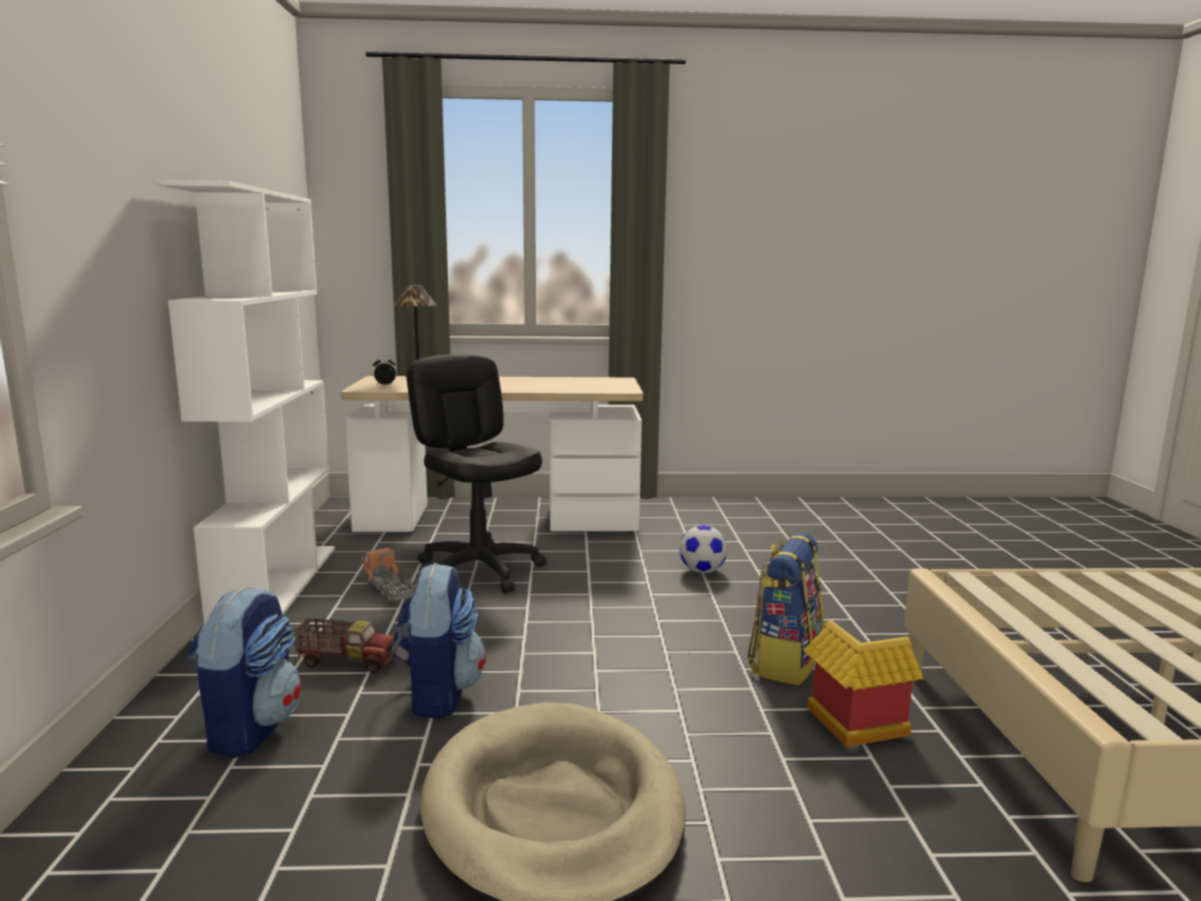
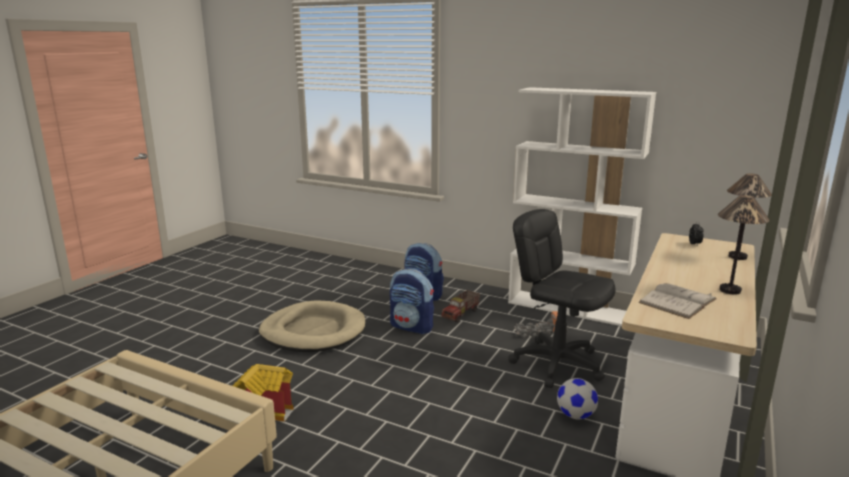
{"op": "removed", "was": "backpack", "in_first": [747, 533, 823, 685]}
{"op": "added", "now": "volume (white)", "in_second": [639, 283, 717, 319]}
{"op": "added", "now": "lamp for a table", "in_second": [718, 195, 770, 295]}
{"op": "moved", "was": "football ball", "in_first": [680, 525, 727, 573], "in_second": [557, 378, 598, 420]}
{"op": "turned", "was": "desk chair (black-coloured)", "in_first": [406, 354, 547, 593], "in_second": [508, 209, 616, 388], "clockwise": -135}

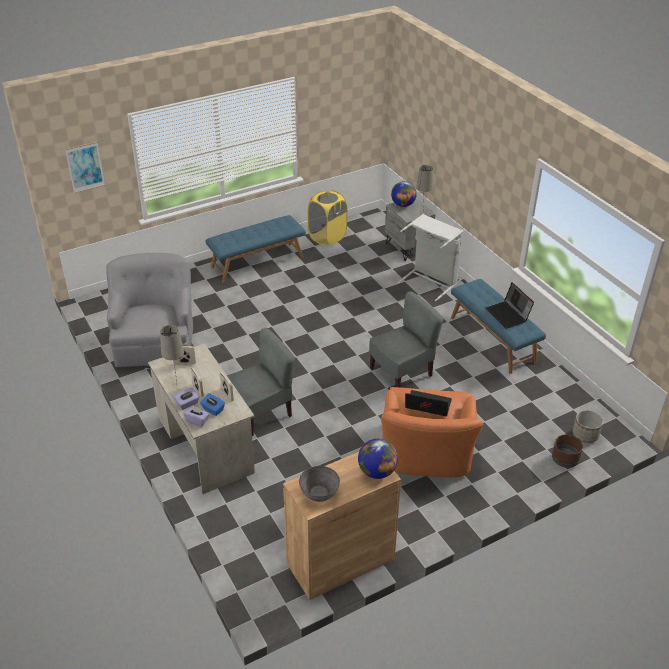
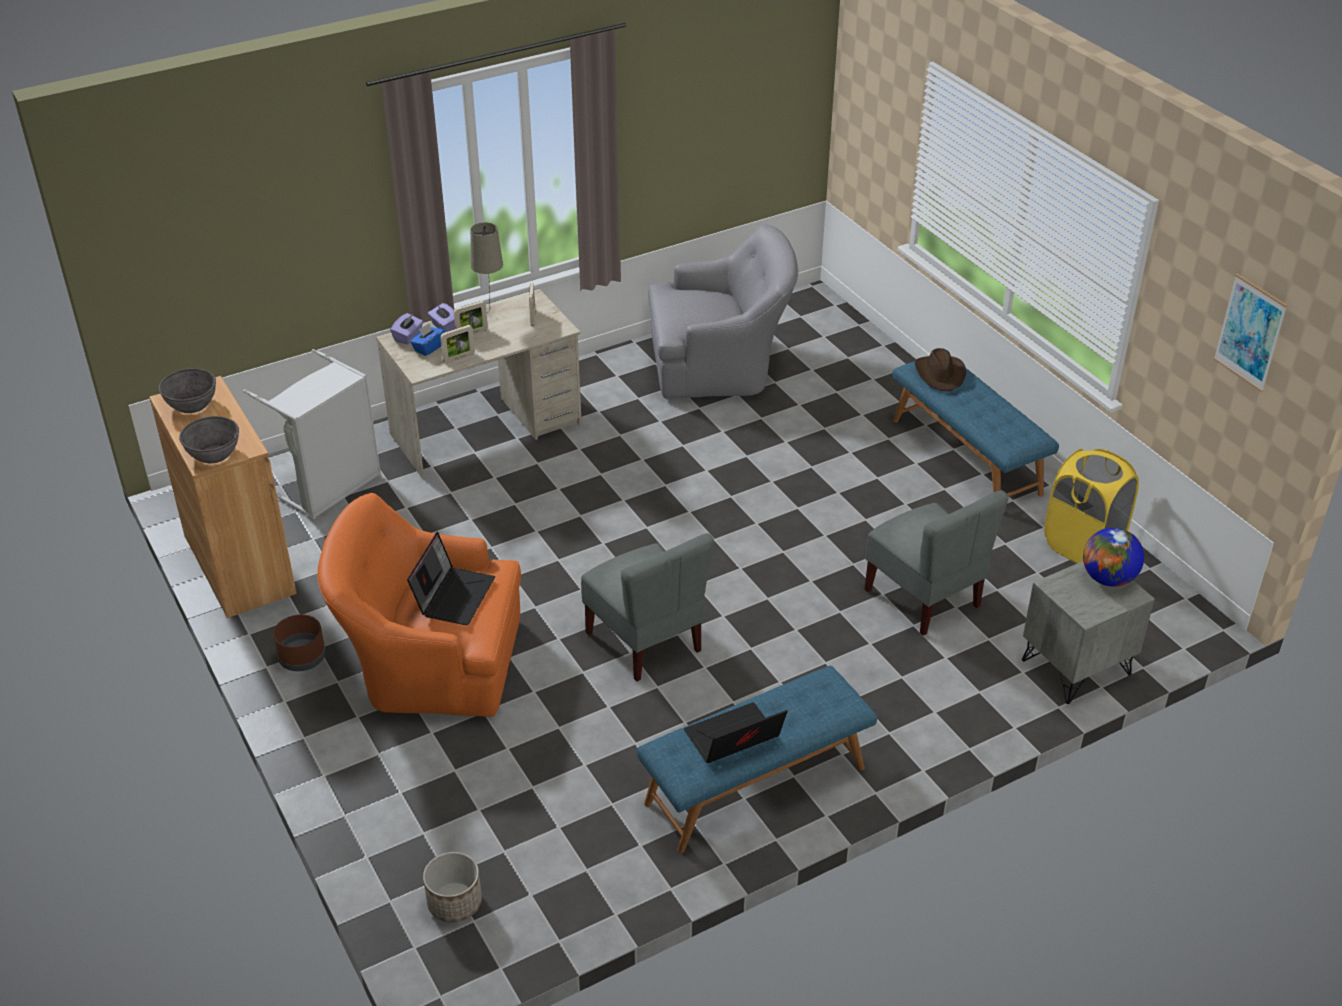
{"op": "removed", "was": "lamp for a table (beige)", "in_first": [416, 165, 433, 214]}
{"op": "added", "now": "clothing hat (brown)", "in_second": [915, 348, 966, 391]}
{"op": "moved", "was": "wall picture", "in_first": [65, 142, 105, 193], "in_second": [1213, 274, 1288, 392]}
{"op": "moved", "was": "chair (greyish)", "in_first": [227, 328, 295, 436], "in_second": [865, 490, 1009, 635]}
{"op": "moved", "was": "washing basket (greyish)", "in_first": [397, 214, 464, 301], "in_second": [243, 349, 381, 519]}
{"op": "moved", "was": "flower pot (brown)", "in_first": [552, 434, 583, 468], "in_second": [273, 614, 326, 671]}
{"op": "replaced", "was": "desk globe", "now": "serving bowl (greyish)", "in_first": [358, 439, 398, 479], "in_second": [179, 416, 239, 463]}

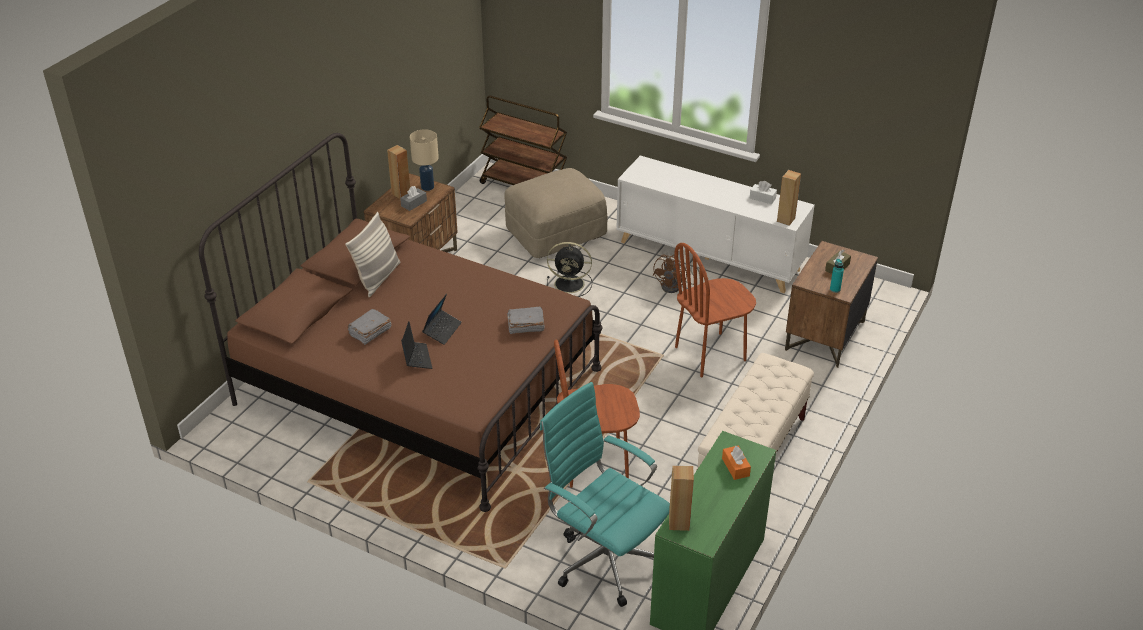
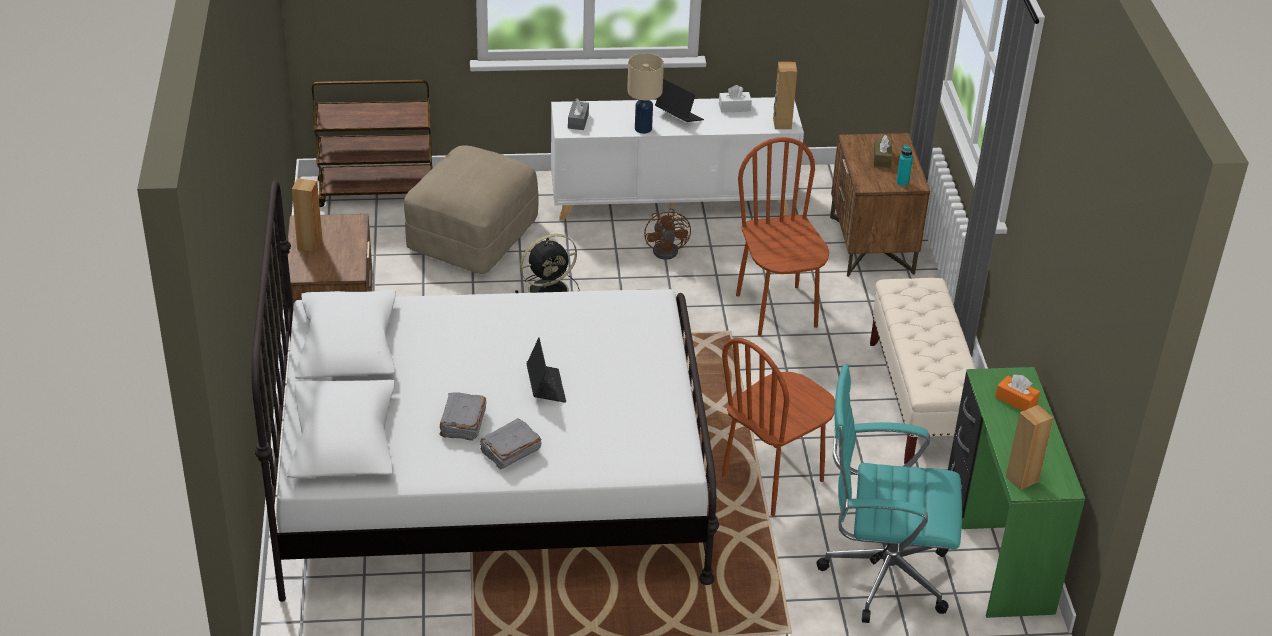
{"op": "removed", "was": "cushion", "in_first": [345, 212, 400, 298]}
{"op": "moved", "was": "tissue box (greyish)", "in_first": [400, 186, 427, 211], "in_second": [568, 98, 589, 130]}
{"op": "moved", "was": "notebook computer", "in_first": [401, 321, 432, 369], "in_second": [655, 79, 704, 122]}
{"op": "moved", "was": "lamp for a table (beige)", "in_first": [410, 129, 439, 191], "in_second": [627, 53, 664, 134]}
{"op": "moved", "was": "volume (greyish)", "in_first": [507, 307, 545, 334], "in_second": [480, 418, 542, 470]}
{"op": "recoloured", "was": "bedroom bed (brown)", "now": "bedroom bed (white)", "in_first": [199, 133, 603, 512], "in_second": [251, 180, 719, 602]}
{"op": "turned", "was": "chair (brown)", "in_first": [674, 243, 756, 378], "in_second": [736, 137, 829, 336], "clockwise": 135}

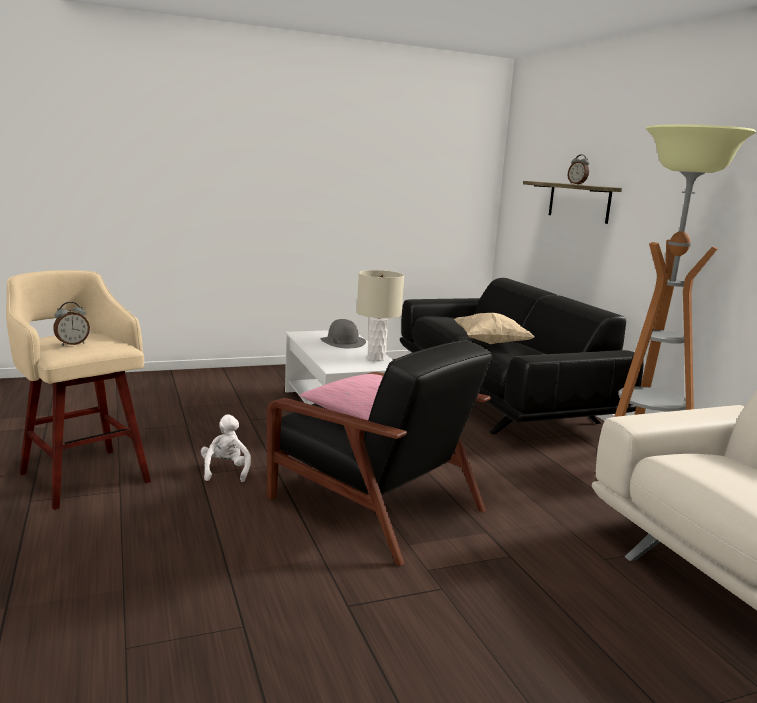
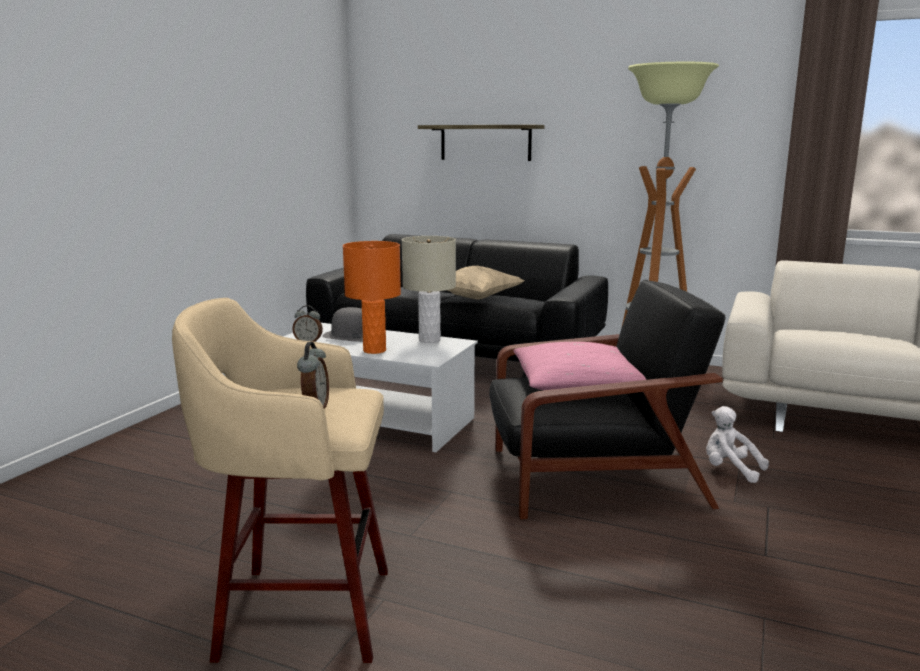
{"op": "added", "now": "lamp for a table (orange)", "in_second": [343, 241, 401, 354]}
{"op": "moved", "was": "plush toy (white)", "in_first": [201, 414, 251, 482], "in_second": [706, 406, 769, 483]}
{"op": "moved", "was": "table clock", "in_first": [568, 154, 589, 185], "in_second": [292, 305, 323, 342]}

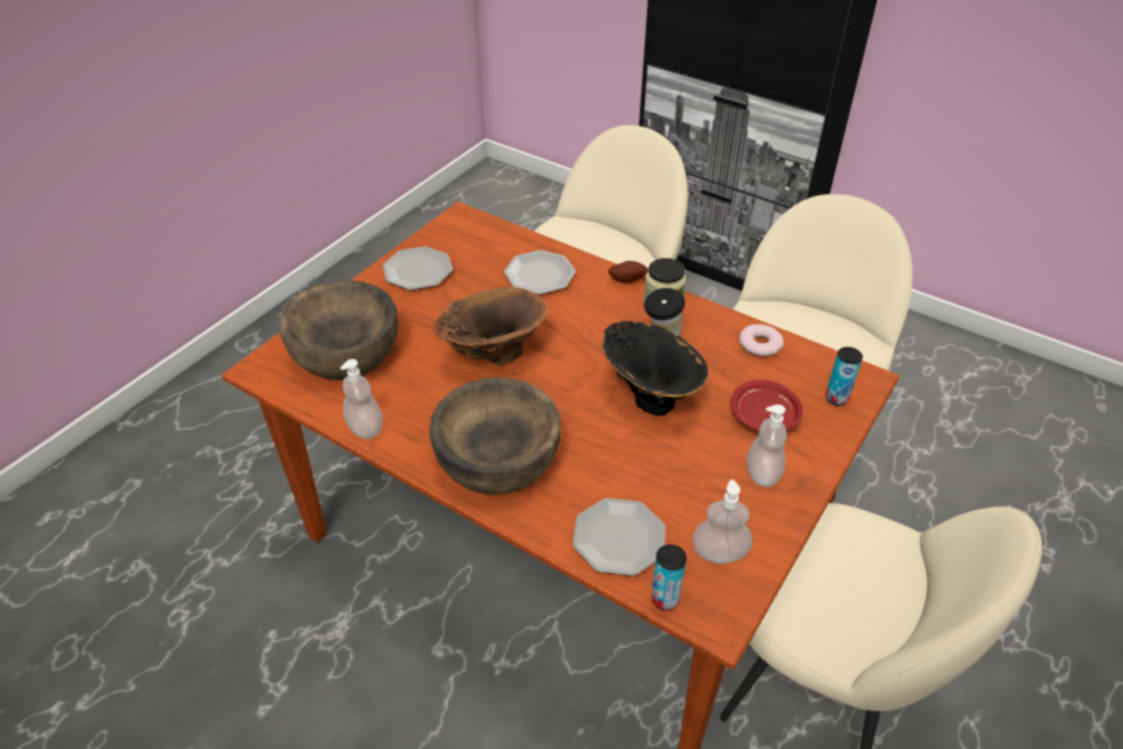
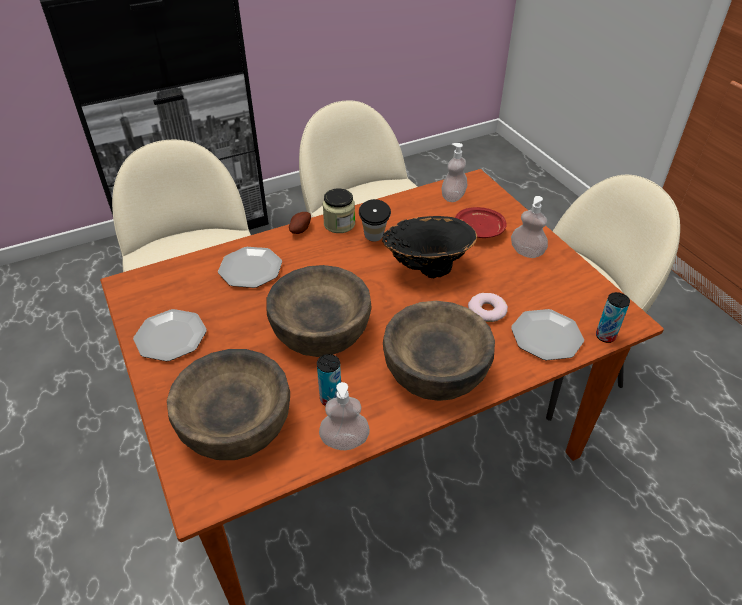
{"op": "moved", "was": "soap dispenser", "in_first": [692, 480, 752, 564], "in_second": [441, 143, 467, 202]}
{"op": "moved", "was": "donut", "in_first": [739, 324, 784, 356], "in_second": [468, 293, 508, 322]}
{"op": "moved", "was": "can", "in_first": [826, 347, 863, 406], "in_second": [317, 354, 341, 406]}
{"op": "replaced", "was": "vase (brown)", "now": "serving bowl (brown)", "in_first": [434, 287, 547, 365], "in_second": [267, 265, 371, 357]}

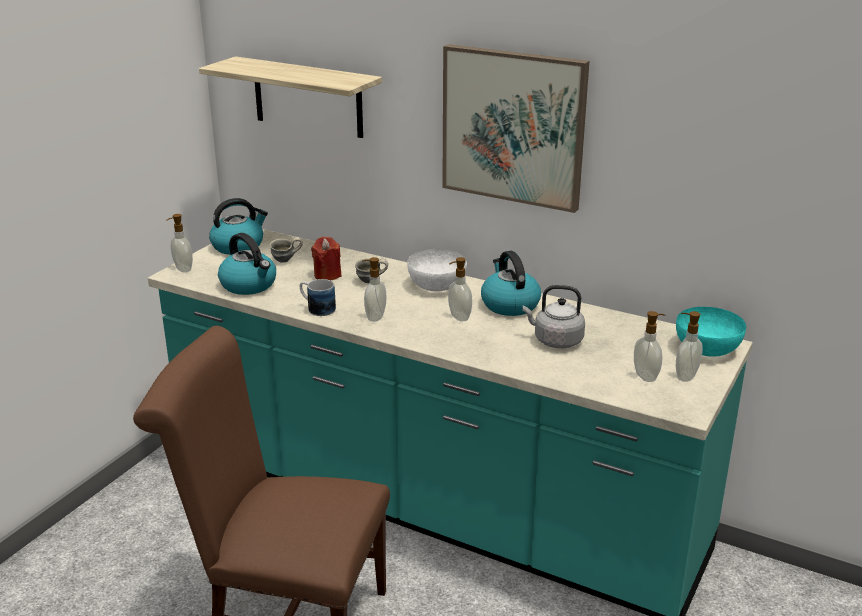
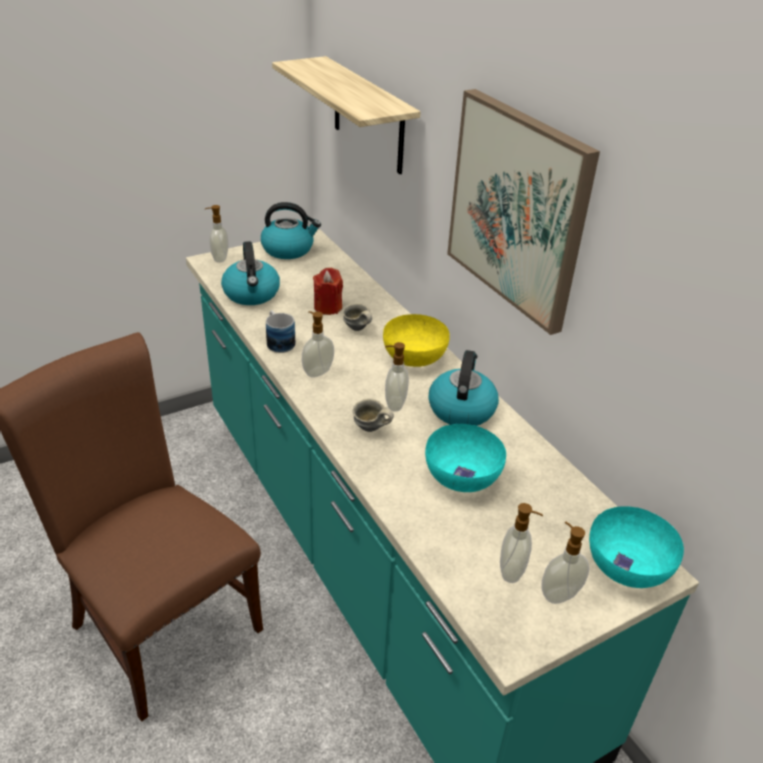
{"op": "moved", "was": "mug (greyish)", "in_first": [269, 237, 303, 262], "in_second": [353, 398, 394, 432]}
{"op": "replaced", "was": "water kettle (greyish)", "now": "serving bowl (blue-green)", "in_first": [523, 285, 585, 348], "in_second": [425, 424, 506, 492]}
{"op": "recoloured", "was": "serving bowl (white)", "now": "serving bowl (yellow)", "in_first": [408, 249, 467, 291], "in_second": [383, 314, 450, 367]}

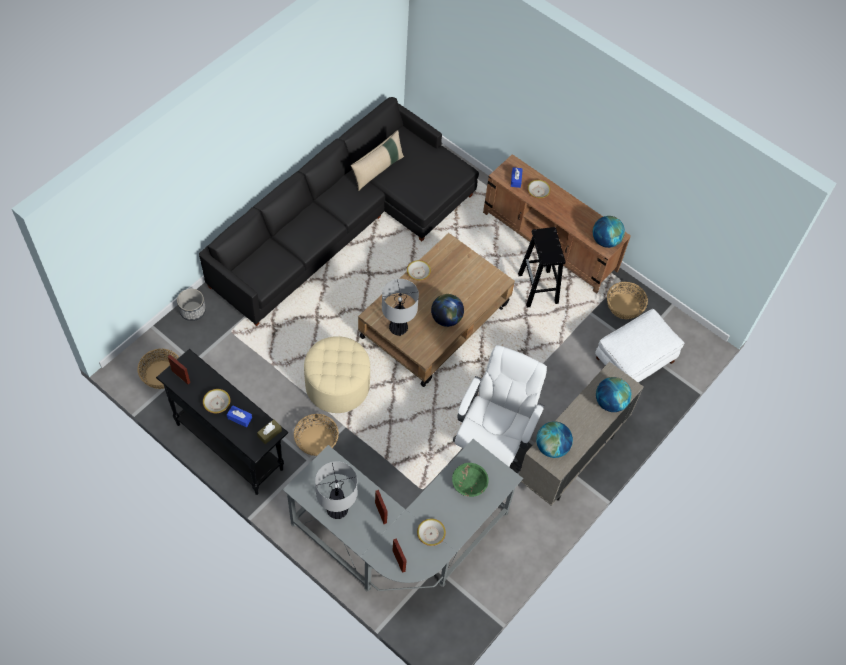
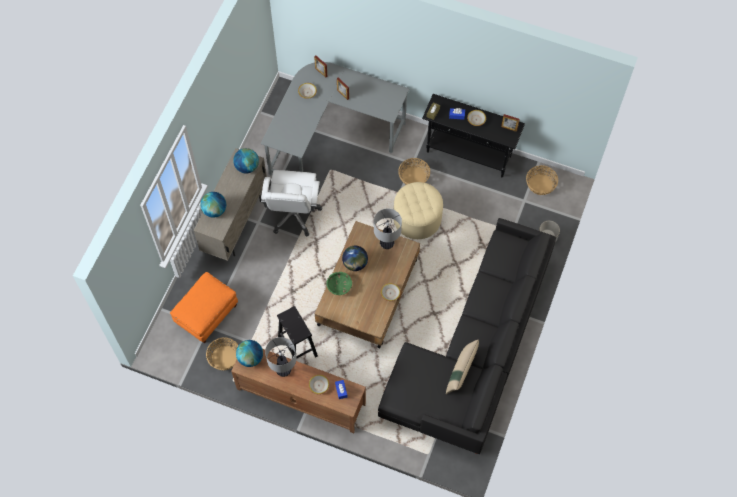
{"op": "moved", "was": "lamp for a table", "in_first": [315, 461, 357, 519], "in_second": [265, 337, 296, 377]}
{"op": "moved", "was": "serving bowl (green)", "in_first": [452, 463, 489, 497], "in_second": [326, 272, 352, 295]}
{"op": "recoloured", "was": "footrest (white)", "now": "footrest (orange)", "in_first": [595, 309, 685, 382], "in_second": [170, 272, 238, 343]}

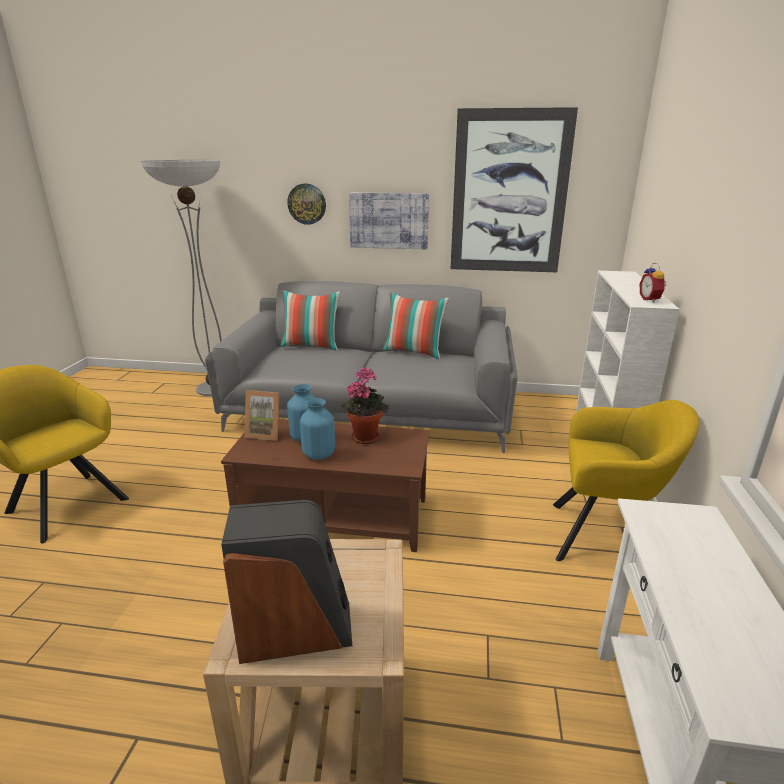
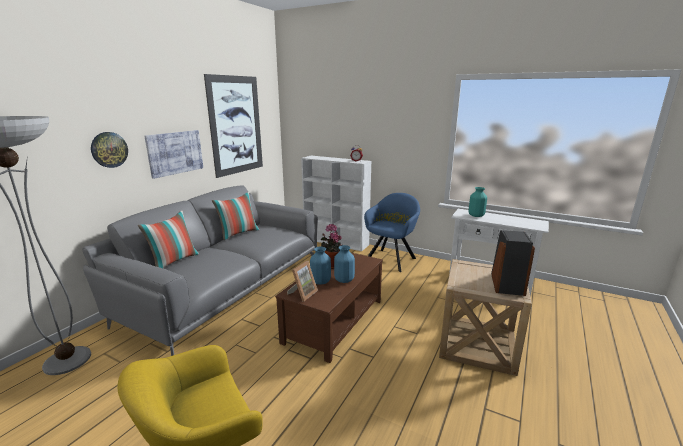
{"op": "added", "now": "vase (blue-green)", "in_second": [468, 187, 487, 217]}
{"op": "recoloured", "was": "armchair (yellow)", "now": "armchair (blue-coloured)", "in_first": [553, 400, 699, 561], "in_second": [364, 193, 420, 272]}

